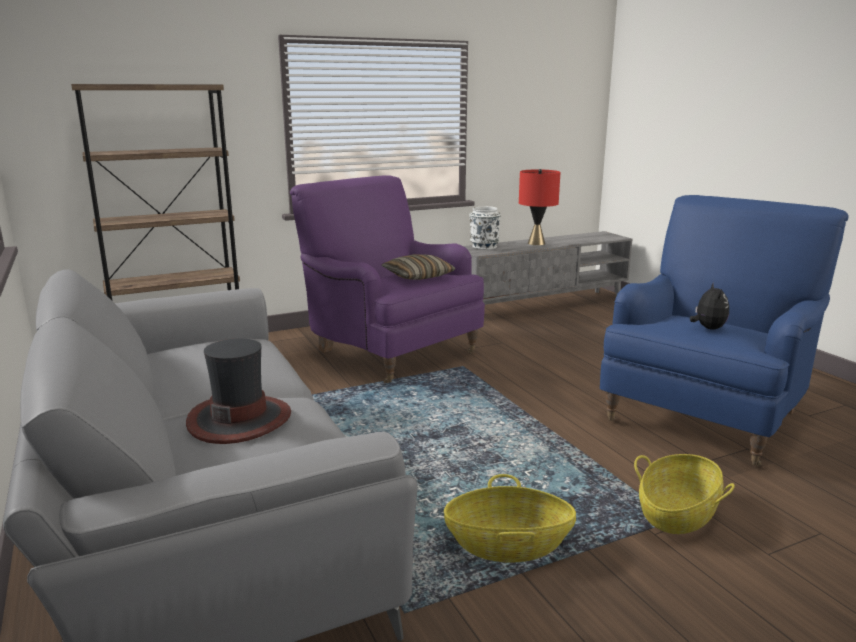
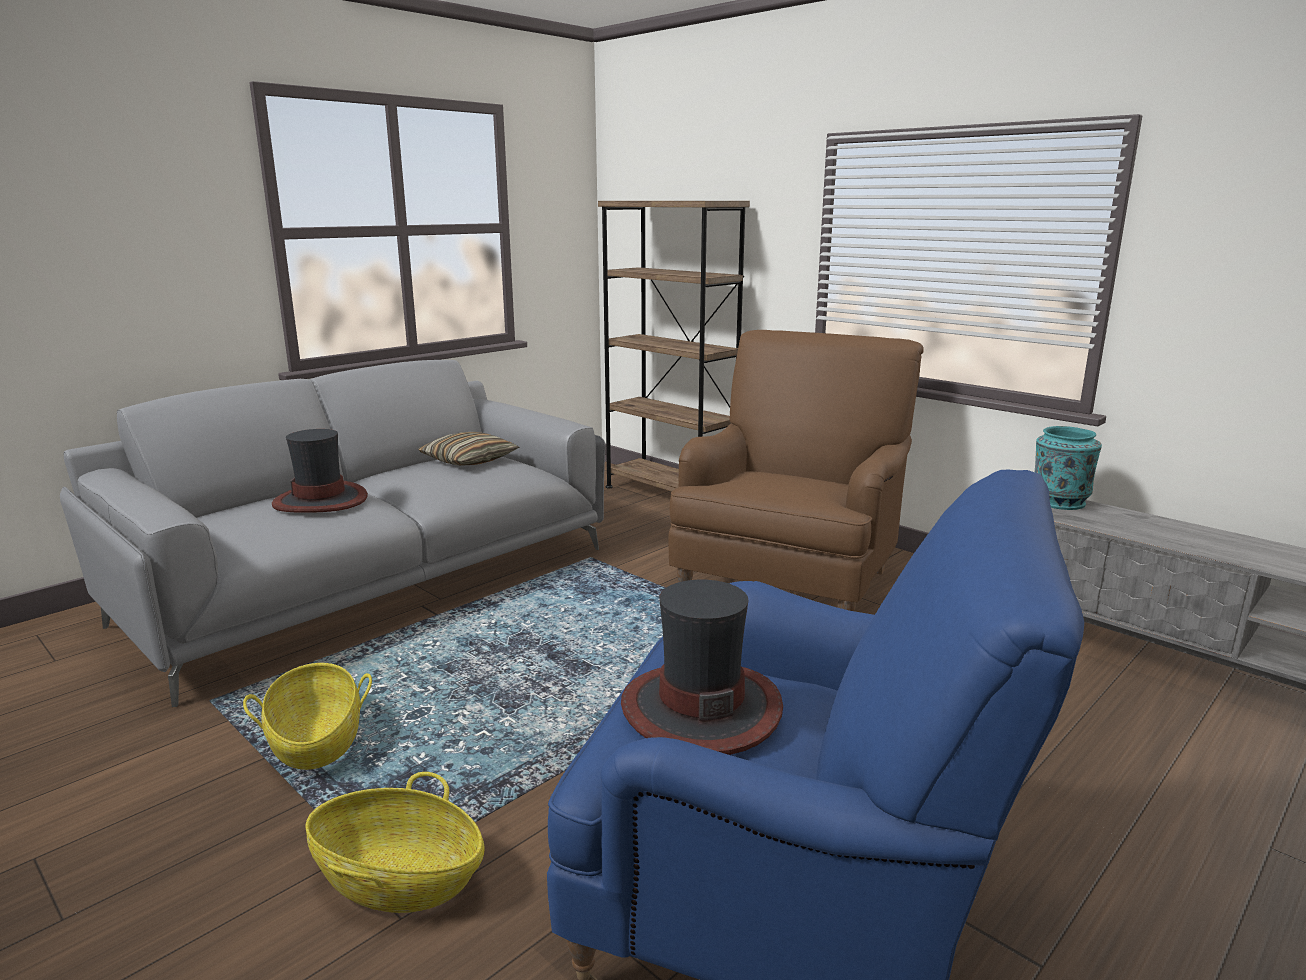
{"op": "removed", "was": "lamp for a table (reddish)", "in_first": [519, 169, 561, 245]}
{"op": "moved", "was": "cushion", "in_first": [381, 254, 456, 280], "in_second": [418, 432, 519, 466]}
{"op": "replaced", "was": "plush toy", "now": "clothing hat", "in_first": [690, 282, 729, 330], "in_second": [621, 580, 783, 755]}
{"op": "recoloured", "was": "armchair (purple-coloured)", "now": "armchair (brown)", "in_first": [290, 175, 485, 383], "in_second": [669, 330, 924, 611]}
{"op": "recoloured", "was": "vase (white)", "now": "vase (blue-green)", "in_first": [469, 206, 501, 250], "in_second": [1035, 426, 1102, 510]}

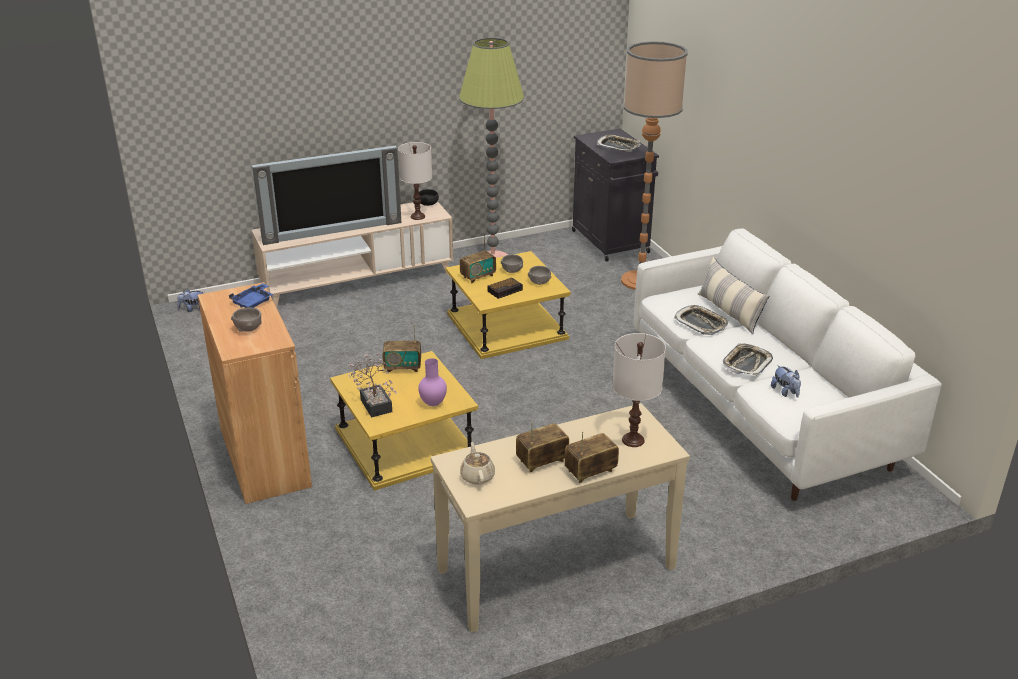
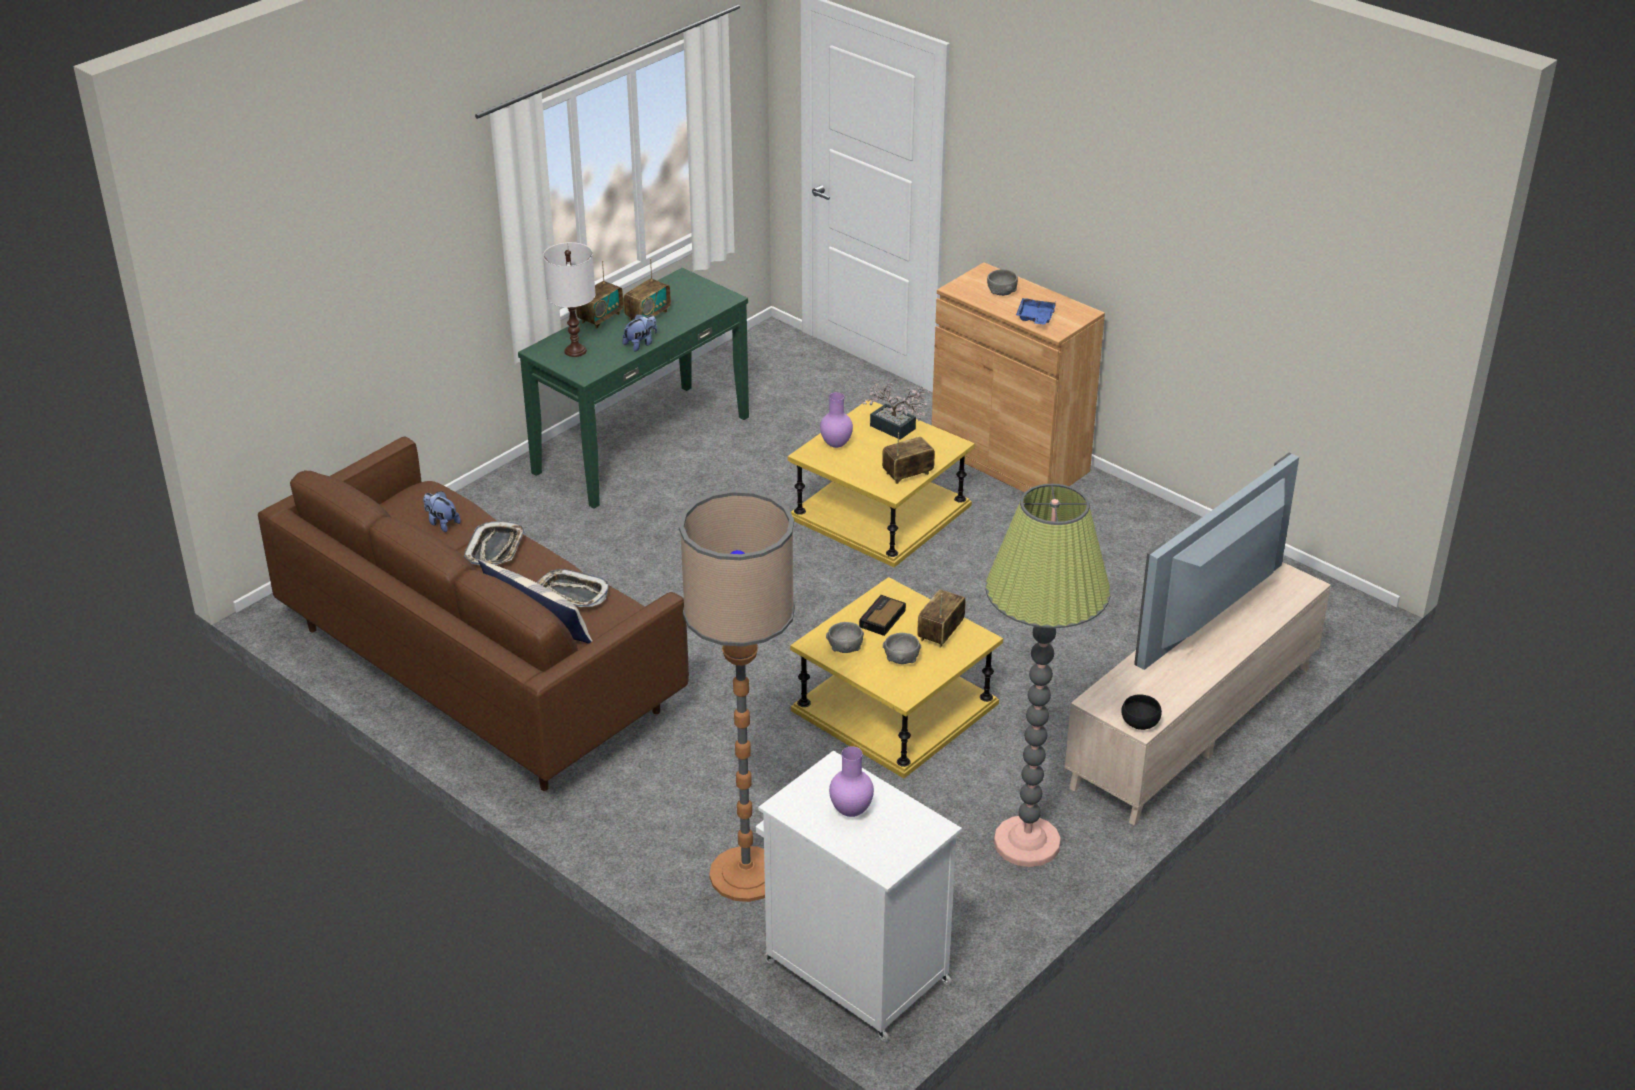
{"op": "removed", "was": "lamp for a table (white)", "in_first": [398, 142, 432, 220]}
{"op": "removed", "was": "teapot (beige)", "in_first": [460, 442, 495, 485]}
{"op": "moved", "was": "plush toy", "in_first": [177, 289, 203, 312], "in_second": [623, 314, 657, 352]}
{"op": "replaced", "was": "carrying tray", "now": "vase (purple-coloured)", "in_first": [597, 135, 640, 152], "in_second": [829, 746, 874, 817]}
{"op": "recoloured", "was": "narrow table (beige)", "now": "narrow table (green)", "in_first": [431, 403, 690, 633], "in_second": [518, 268, 749, 509]}
{"op": "recoloured", "was": "storage cabinet (black-coloured)", "now": "storage cabinet (white)", "in_first": [572, 129, 659, 262], "in_second": [756, 750, 962, 1042]}
{"op": "recoloured", "was": "sofa (white)", "now": "sofa (brown)", "in_first": [633, 228, 942, 501], "in_second": [258, 436, 689, 791]}

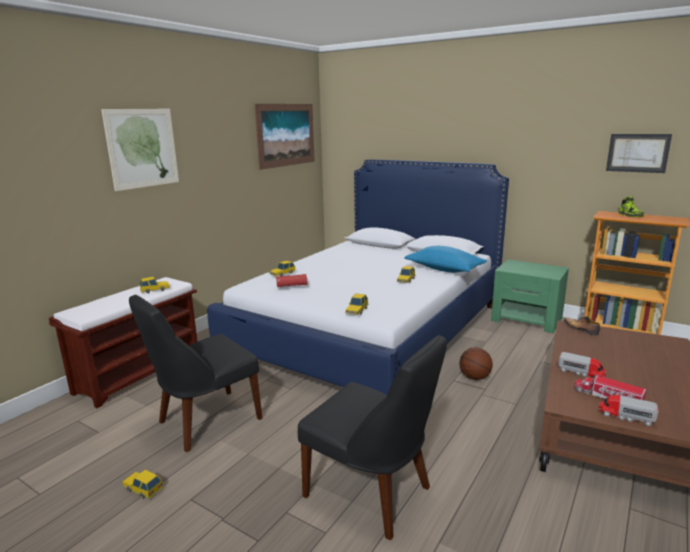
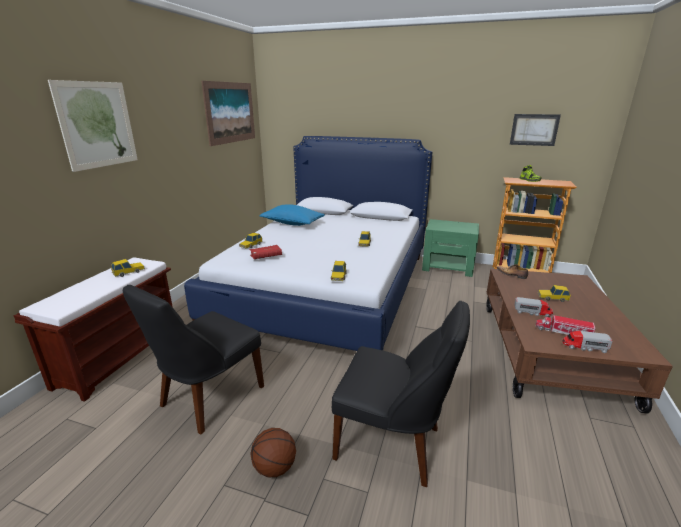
{"op": "moved", "was": "miniature car", "in_first": [122, 469, 163, 499], "in_second": [538, 285, 571, 302]}
{"op": "moved", "was": "cushion (blue-coloured)", "in_first": [404, 246, 487, 273], "in_second": [260, 204, 325, 226]}
{"op": "moved", "was": "basketball", "in_first": [459, 347, 493, 380], "in_second": [250, 428, 296, 477]}

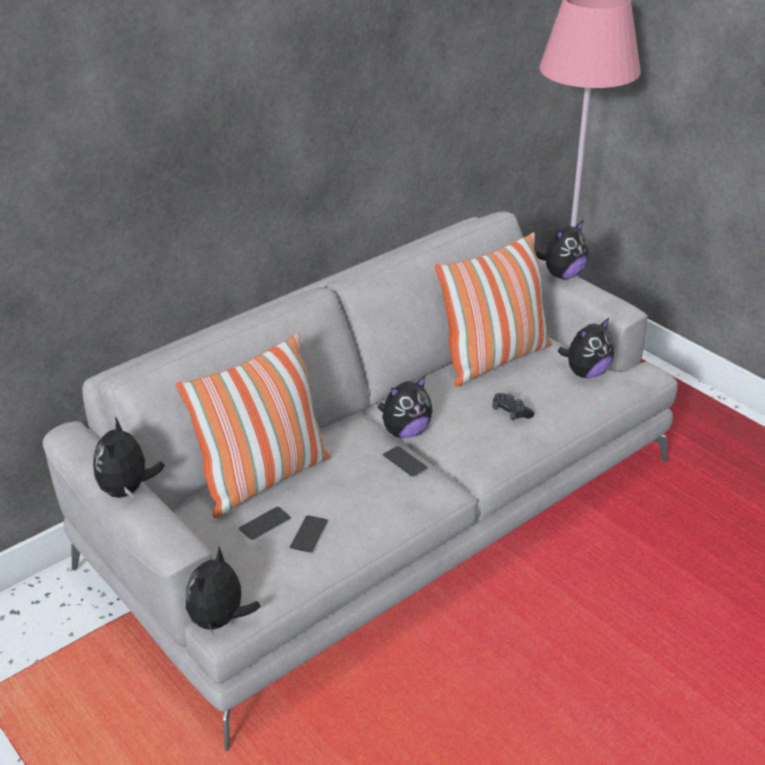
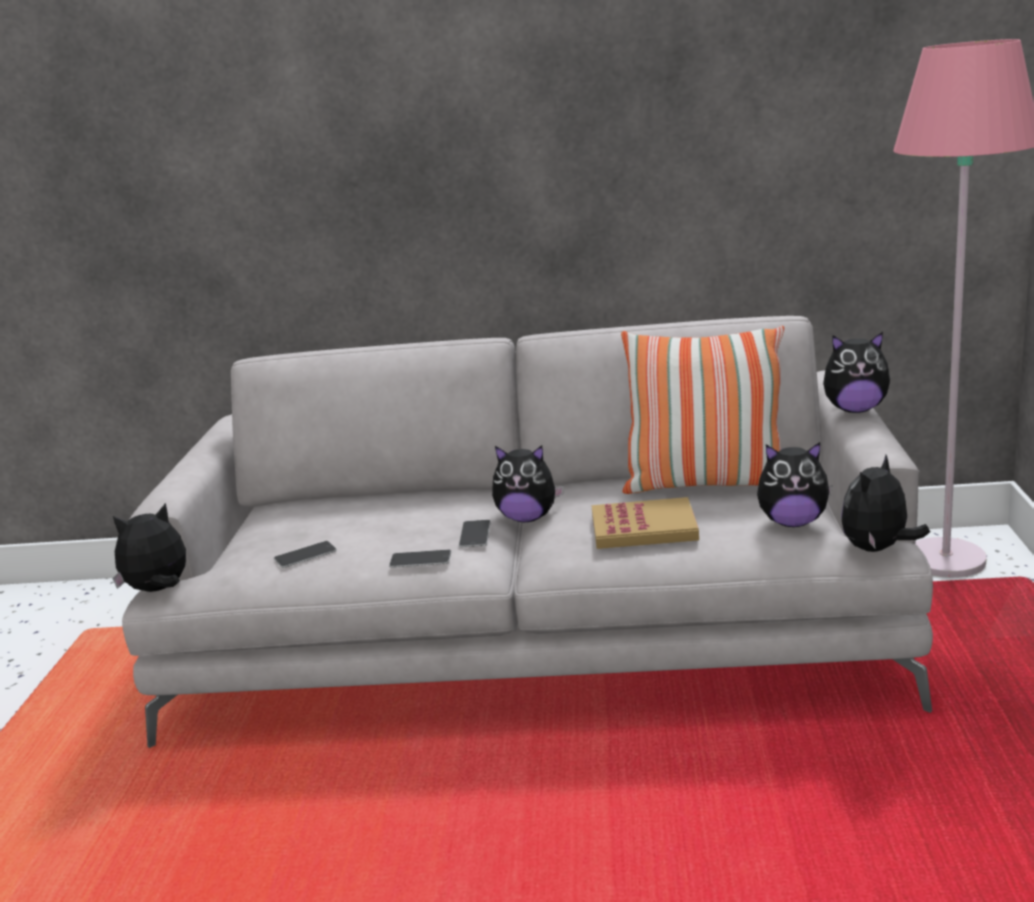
{"op": "removed", "was": "cushion", "in_first": [176, 333, 331, 518]}
{"op": "moved", "was": "plush toy", "in_first": [93, 417, 165, 498], "in_second": [841, 455, 930, 552]}
{"op": "moved", "was": "handset", "in_first": [238, 506, 292, 541], "in_second": [389, 550, 451, 568]}
{"op": "replaced", "was": "gamepad (black-coloured)", "now": "volume", "in_first": [492, 393, 534, 420], "in_second": [591, 497, 699, 549]}

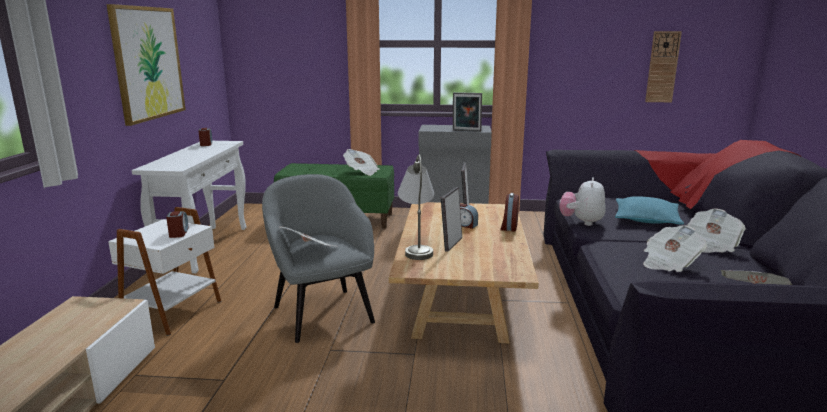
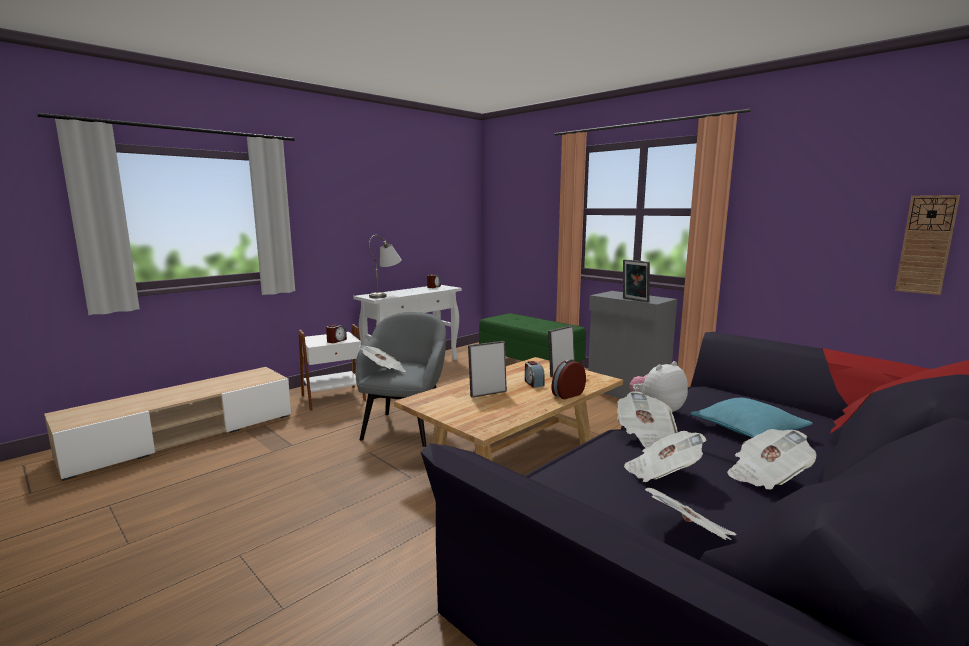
{"op": "removed", "was": "wall picture", "in_first": [106, 4, 186, 126]}
{"op": "moved", "was": "printed paper", "in_first": [343, 149, 379, 176], "in_second": [617, 391, 678, 448]}
{"op": "moved", "was": "lamp for a table (greyish)", "in_first": [398, 155, 434, 260], "in_second": [369, 235, 402, 298]}

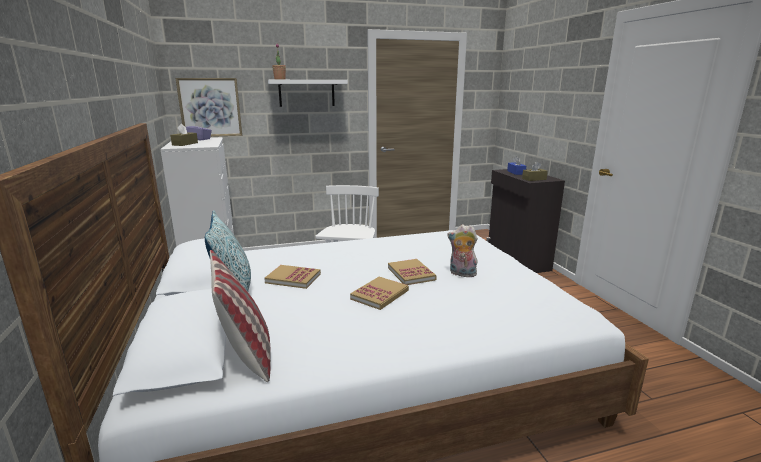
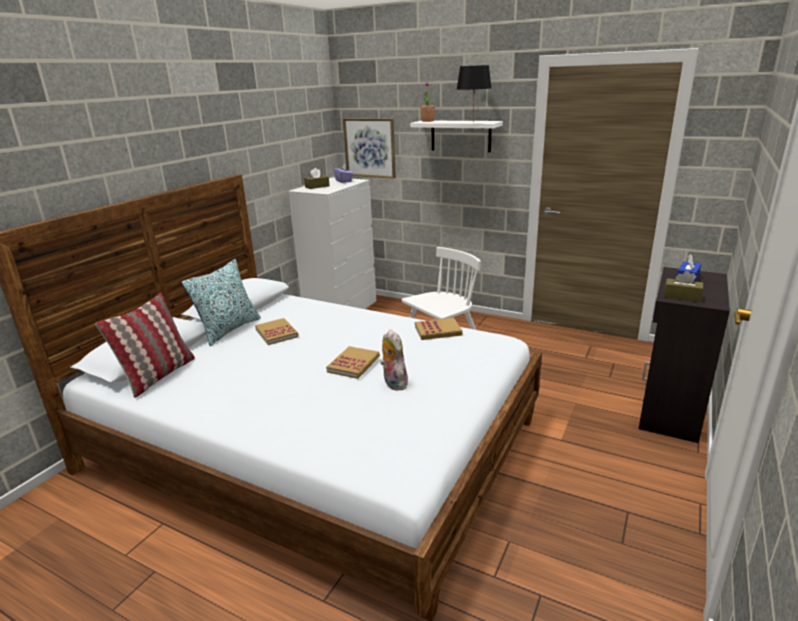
{"op": "added", "now": "lamp for a table (black-coloured)", "in_second": [457, 65, 491, 122]}
{"op": "moved", "was": "volume", "in_first": [350, 277, 409, 310], "in_second": [415, 318, 463, 340]}

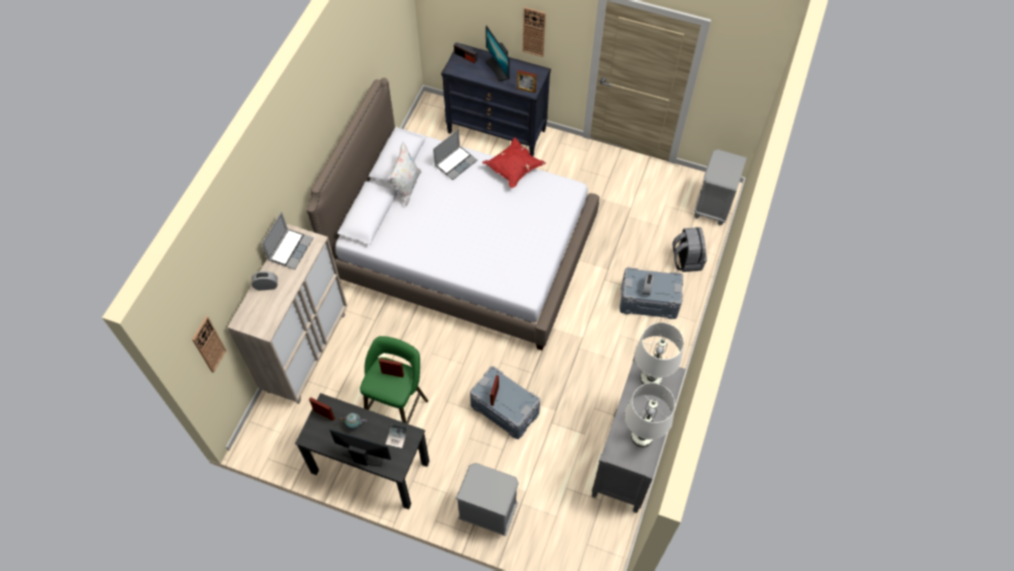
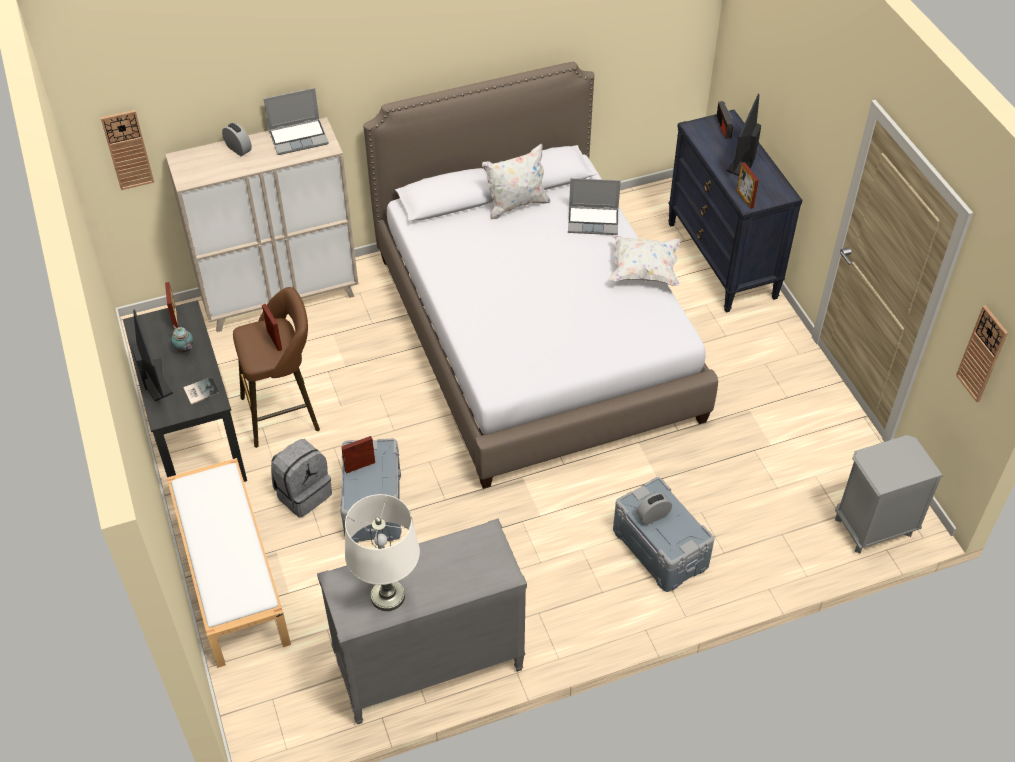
{"op": "removed", "was": "lamp for a table (white)", "in_first": [635, 323, 684, 384]}
{"op": "moved", "was": "hanging clock", "in_first": [523, 7, 546, 57], "in_second": [956, 305, 1008, 402]}
{"op": "moved", "was": "backpack (greyish)", "in_first": [672, 227, 707, 272], "in_second": [271, 439, 332, 518]}
{"op": "replaced", "was": "nightstand (greyish)", "now": "bench (white)", "in_first": [456, 463, 519, 536], "in_second": [167, 458, 291, 668]}
{"op": "recoloured", "was": "stool (green)", "now": "stool (brown)", "in_first": [360, 336, 428, 424], "in_second": [233, 287, 320, 448]}
{"op": "recoloured", "was": "cushion (reddish)", "now": "cushion (white)", "in_first": [482, 138, 546, 188], "in_second": [609, 235, 681, 286]}

